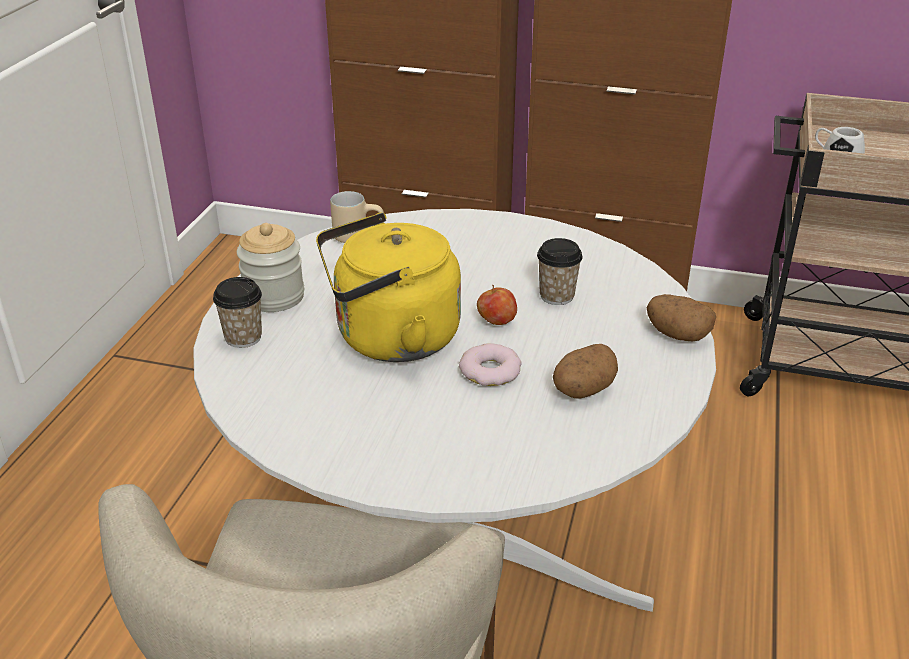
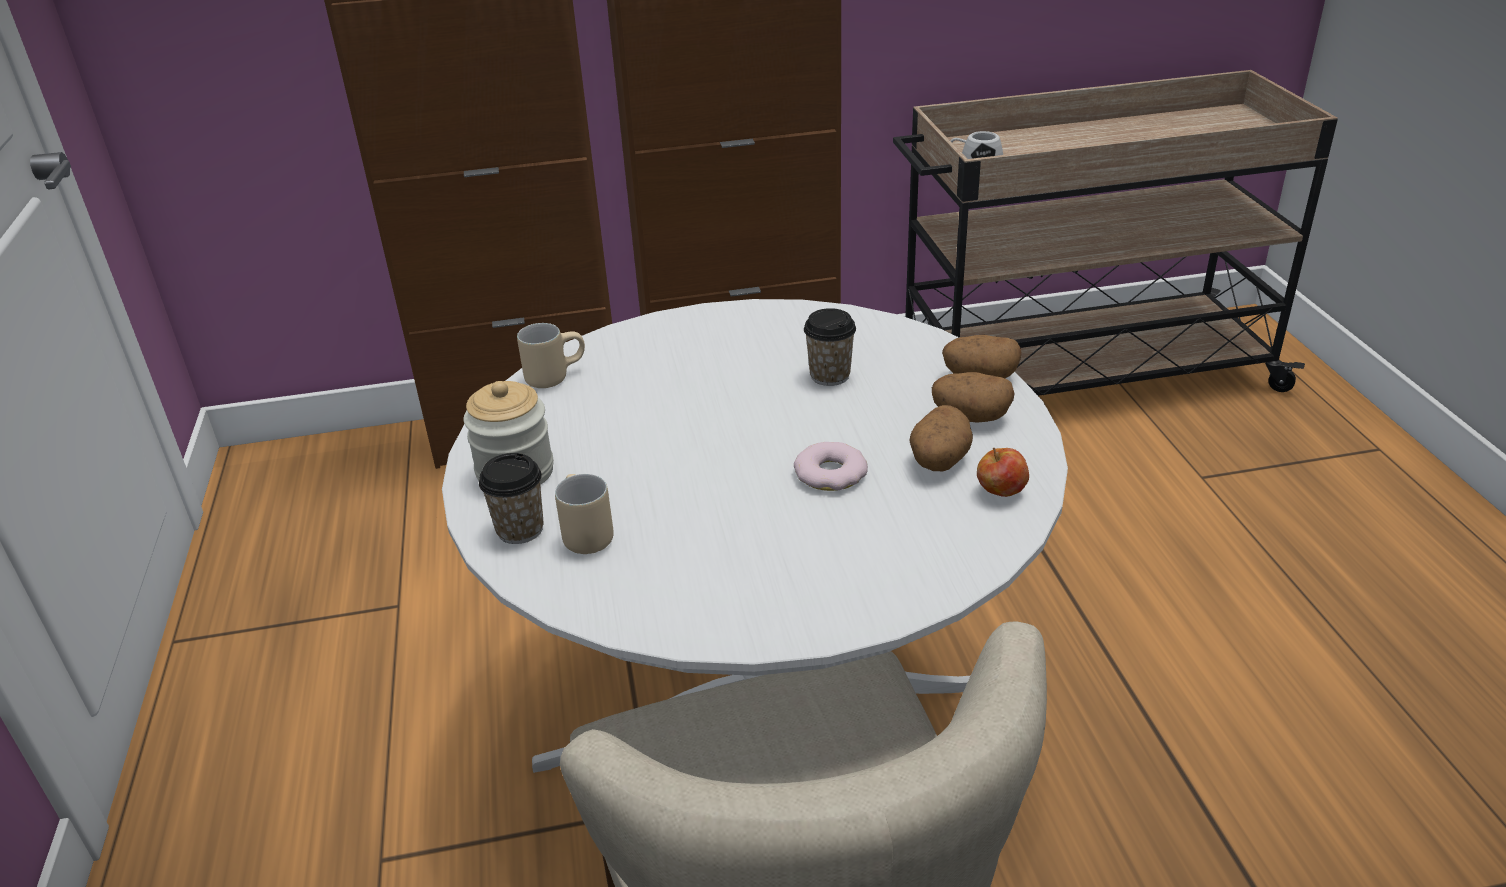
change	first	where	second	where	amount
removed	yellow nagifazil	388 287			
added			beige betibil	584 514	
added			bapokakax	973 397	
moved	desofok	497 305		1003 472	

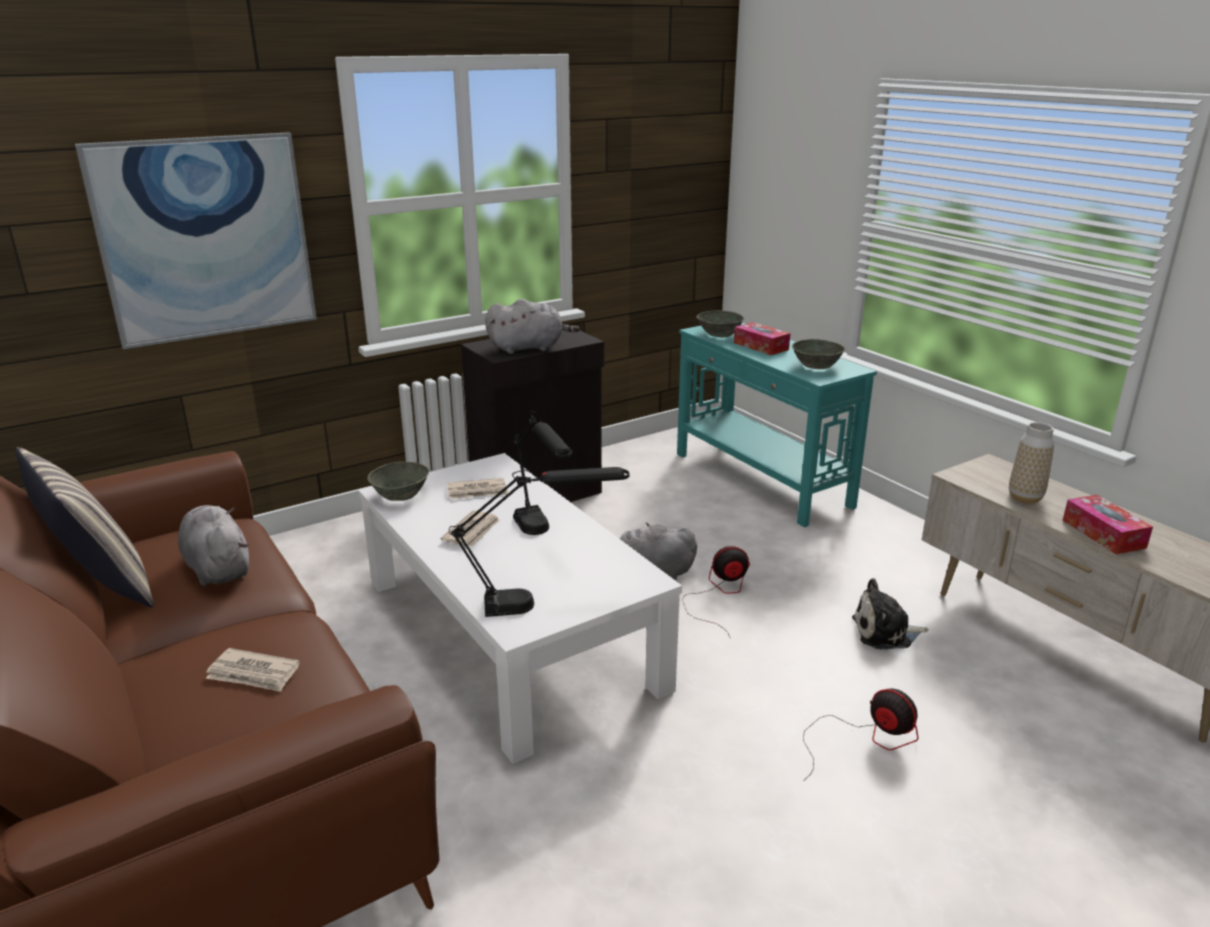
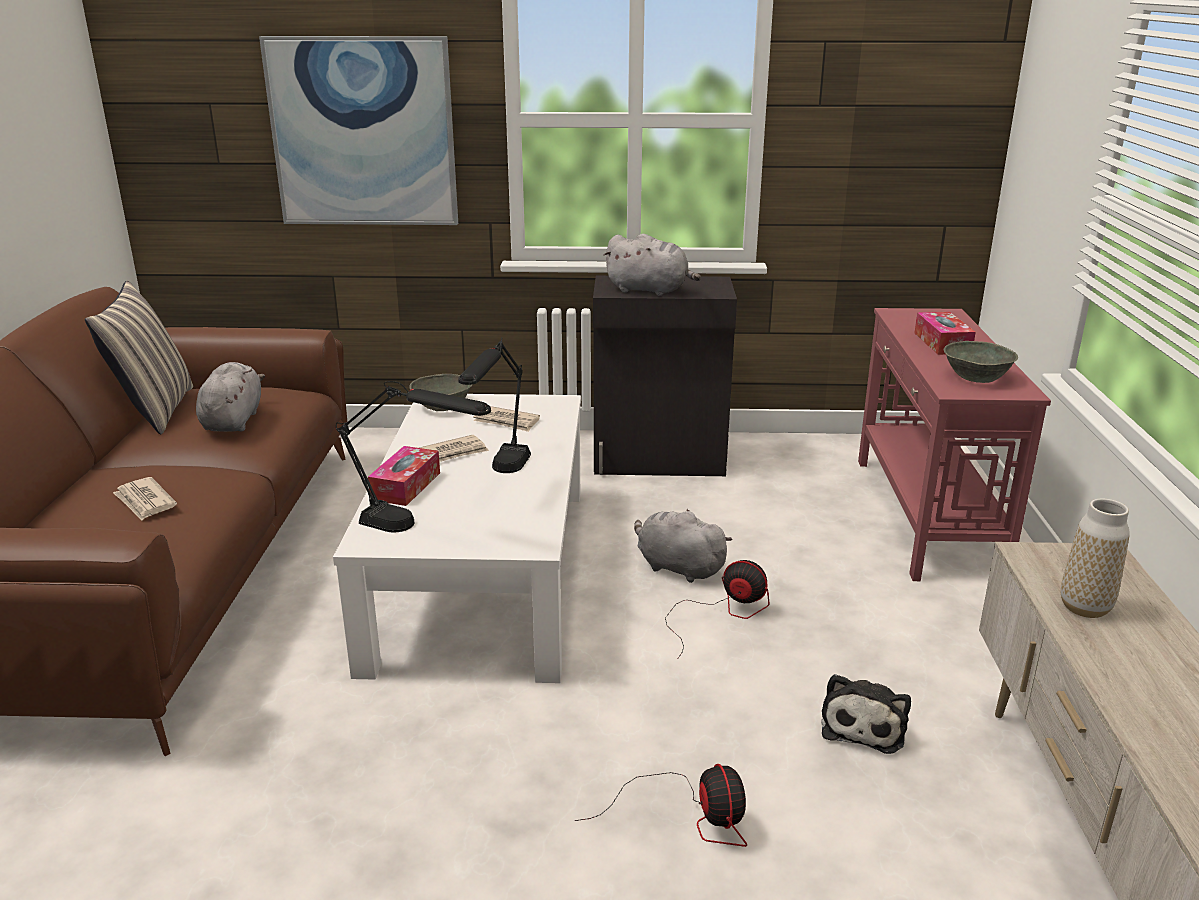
change	first	where	second	where	amount
removed	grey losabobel	720 323			
moved	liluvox	1108 524		404 476	
recoloured	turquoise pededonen	777 424	red pededonen	954 444	
turned	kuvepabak	890 613		866 714	105 degrees counterclockwise

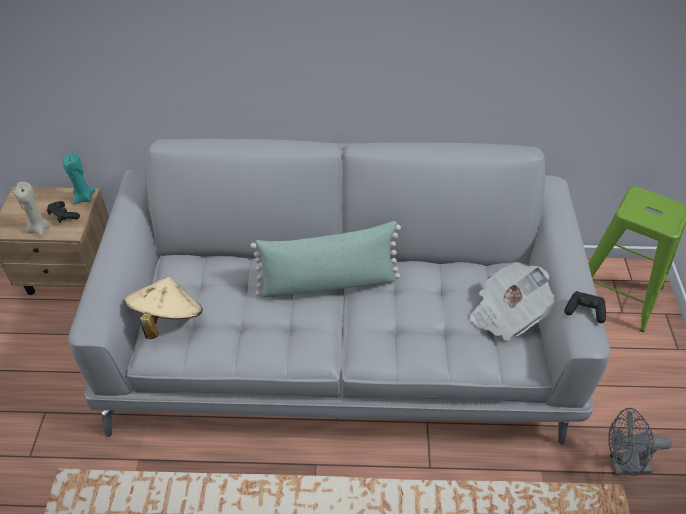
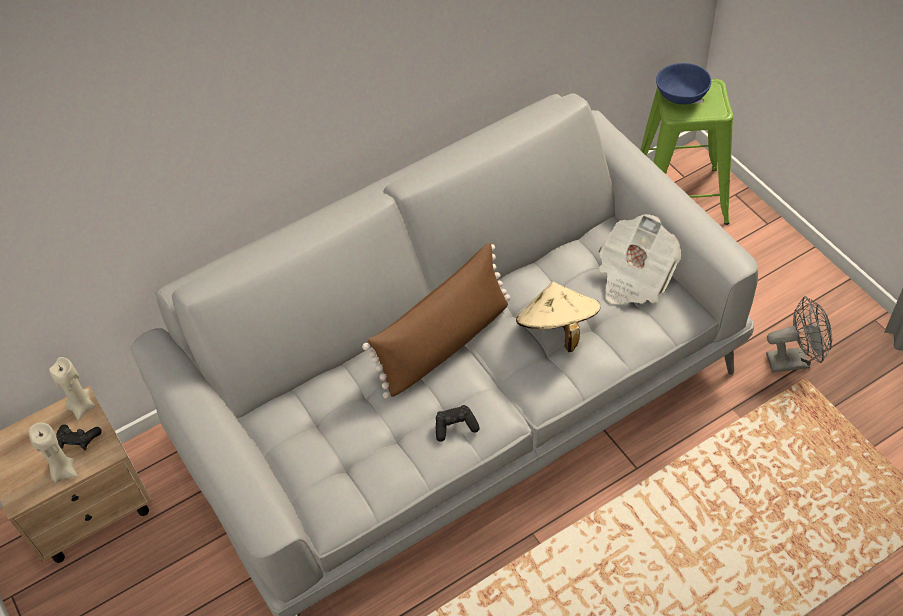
change	first	where	second	where	amount
added			blue losabobel	683 83	
moved	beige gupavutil	164 307		558 317	
moved	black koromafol	585 307		458 423	
recoloured	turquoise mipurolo	78 178	beige mipurolo	72 388	
recoloured	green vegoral	325 259	brown vegoral	436 321	
turned	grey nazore	640 442		799 334	150 degrees counterclockwise

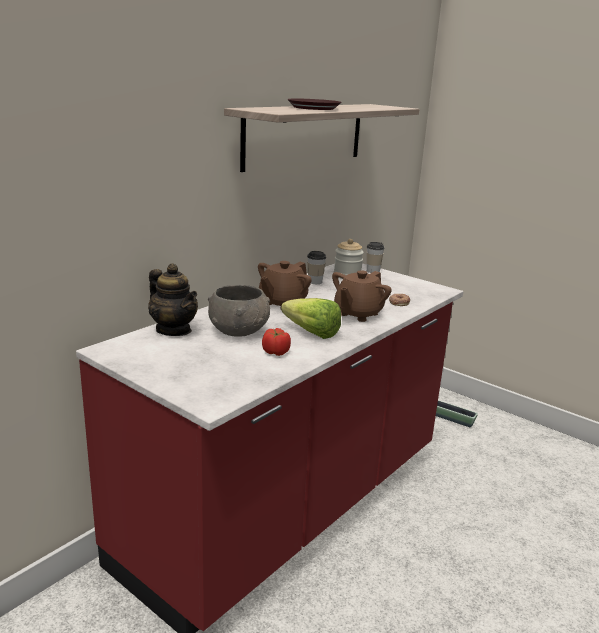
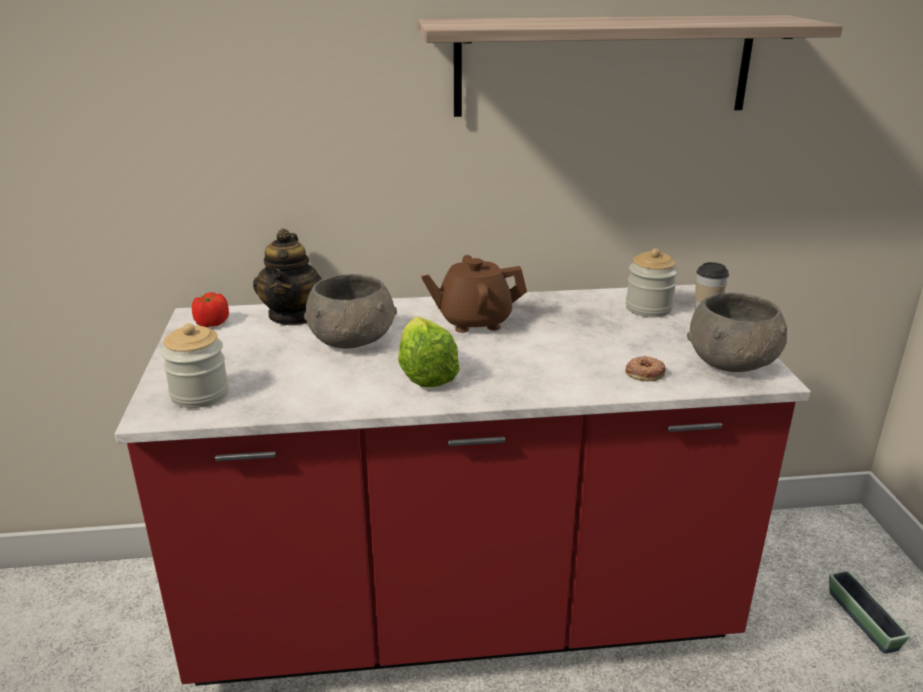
change	first	where	second	where	amount
removed	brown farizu	314 104			
removed	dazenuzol	316 267			
removed	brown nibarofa	362 296			
added			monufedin	195 365	
added			grey losabobel	737 332	
moved	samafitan	276 342		210 310	

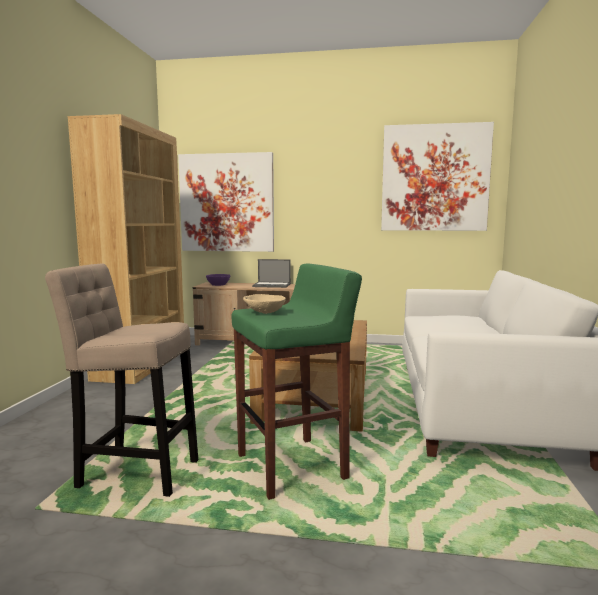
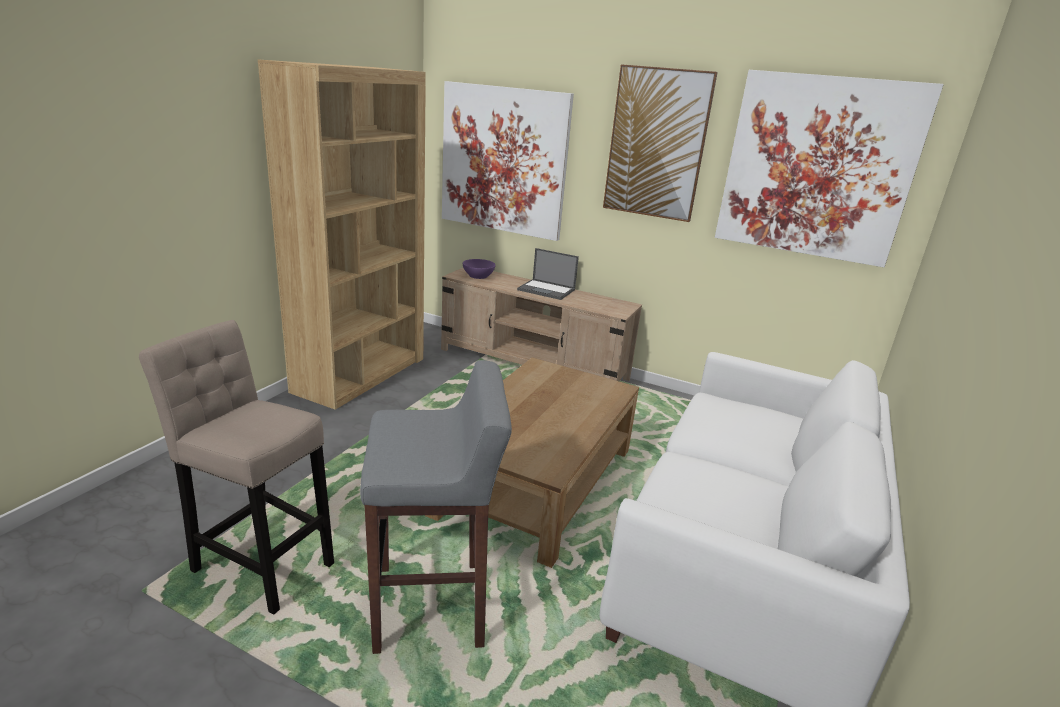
change	first	where	second	where	amount
removed	beige losabobel	264 304			
added			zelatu	660 143	
recoloured	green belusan	296 381	grey belusan	436 507	

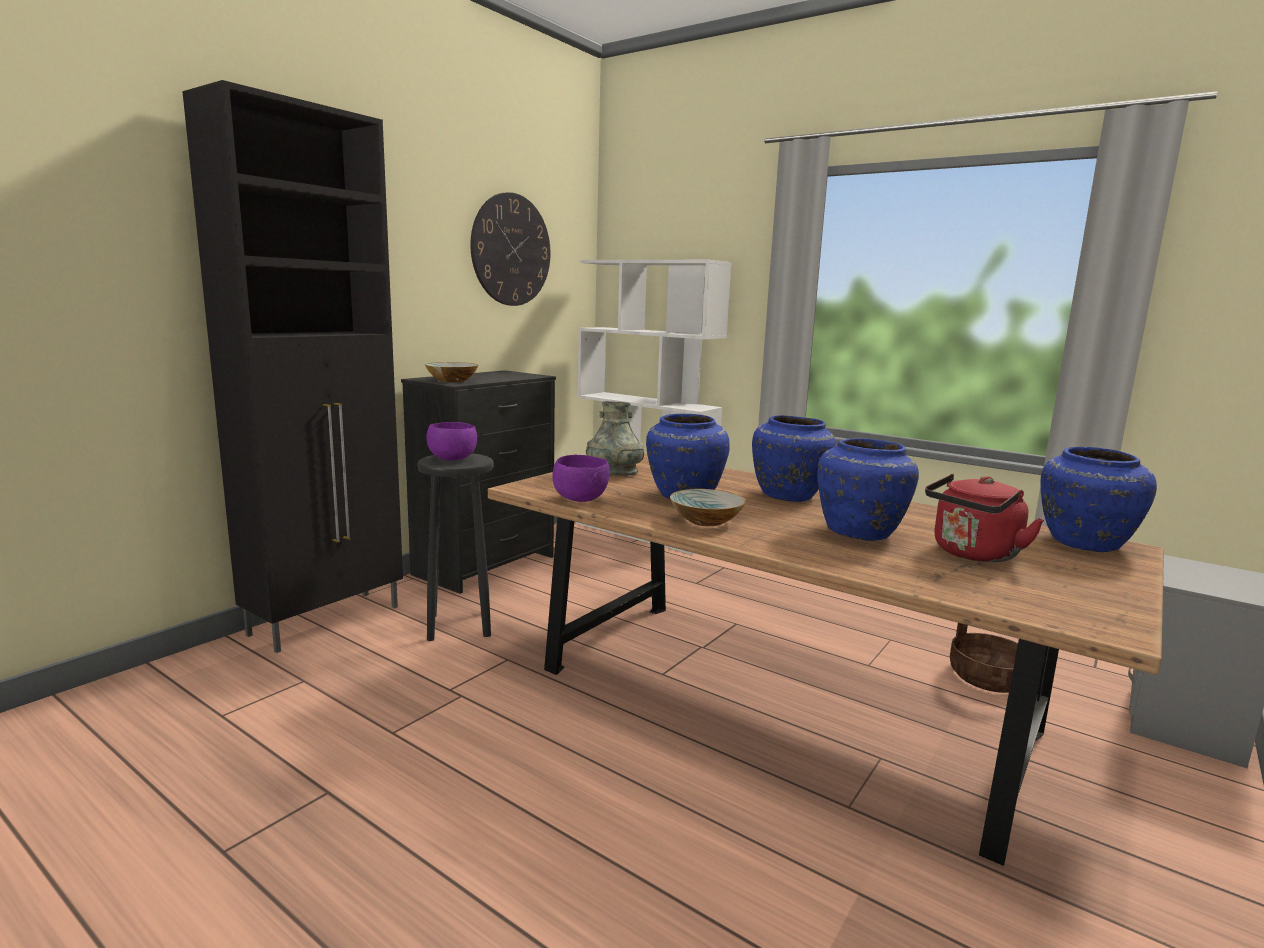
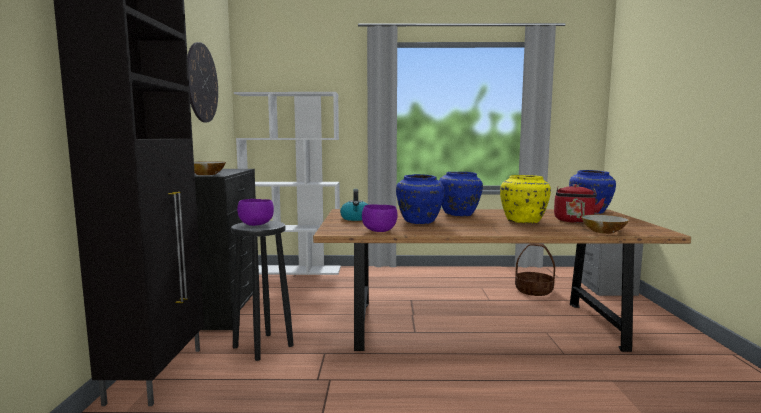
change	first	where	second	where	amount
moved	losabobel	708 507		605 224	
replaced	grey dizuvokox	615 438	nagifazil	354 205	
recoloured	blue dizuvokox	868 489	yellow dizuvokox	525 199	

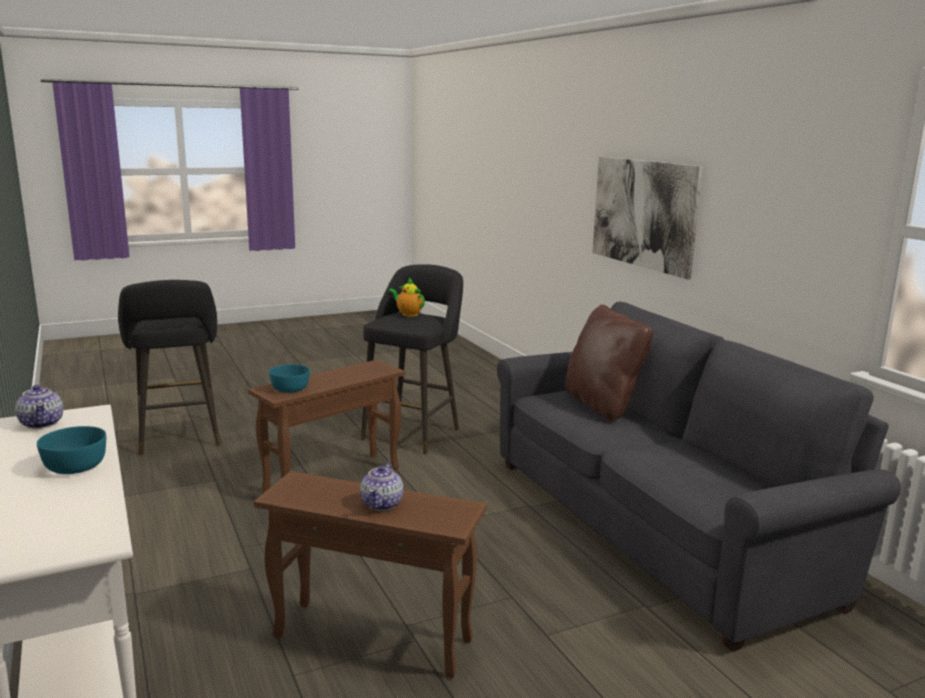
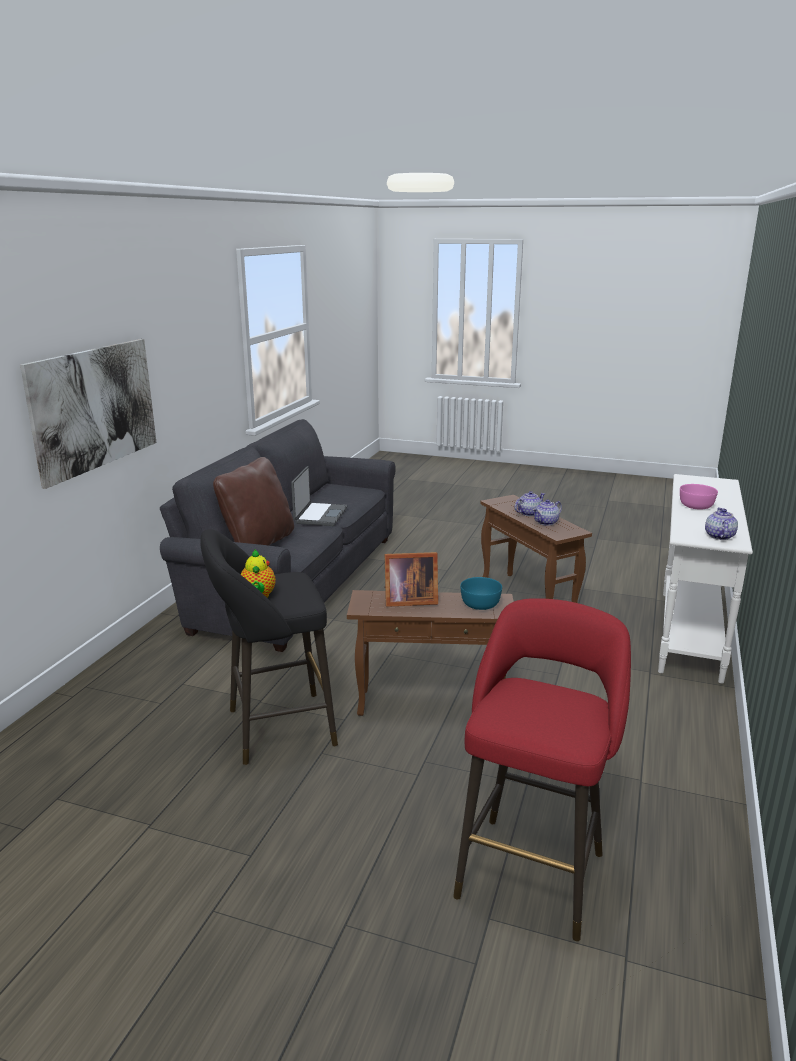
change	first	where	second	where	amount
added			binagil	319 496	
added			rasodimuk	411 579	
added			nibarofa	547 512	
recoloured	turquoise losabobel	71 450	pink losabobel	699 497	
recoloured	black belusan	169 367	red belusan	542 769	

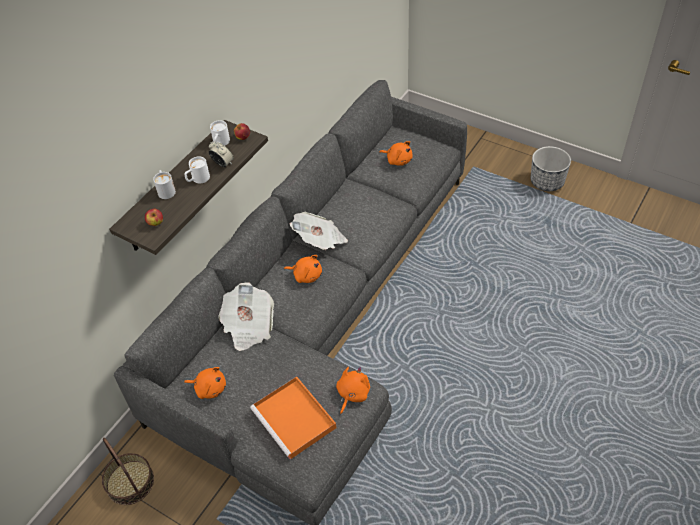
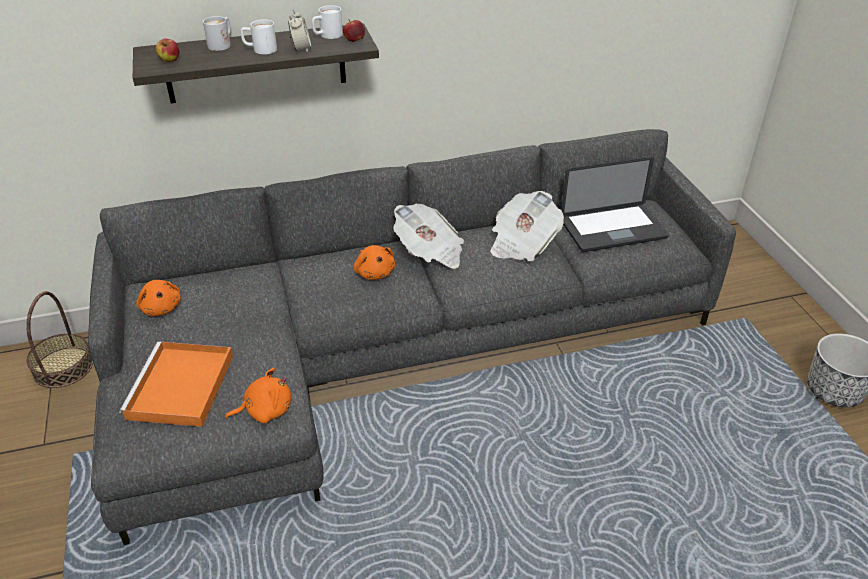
change	first	where	second	where	amount
moved	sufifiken	246 316		527 226	
replaced	orange kuvepabak	396 153	binagil	615 204	

